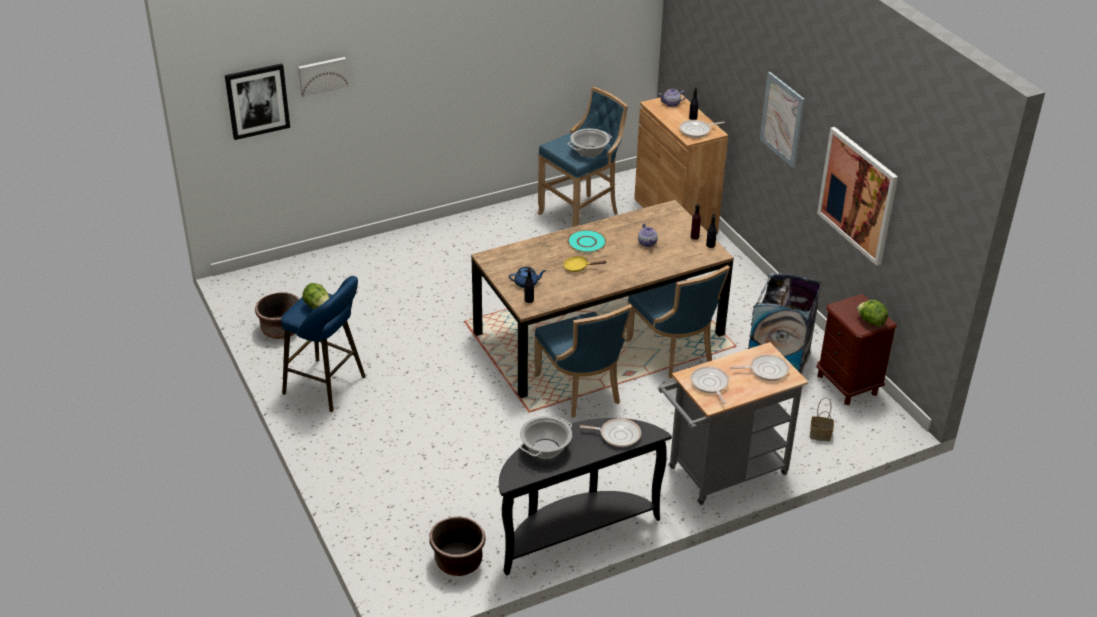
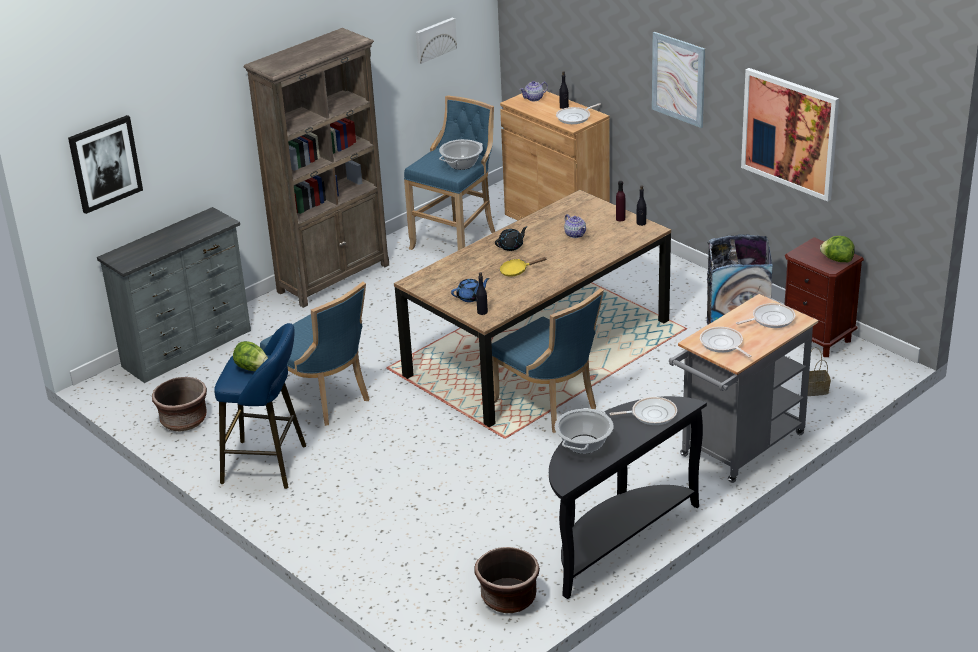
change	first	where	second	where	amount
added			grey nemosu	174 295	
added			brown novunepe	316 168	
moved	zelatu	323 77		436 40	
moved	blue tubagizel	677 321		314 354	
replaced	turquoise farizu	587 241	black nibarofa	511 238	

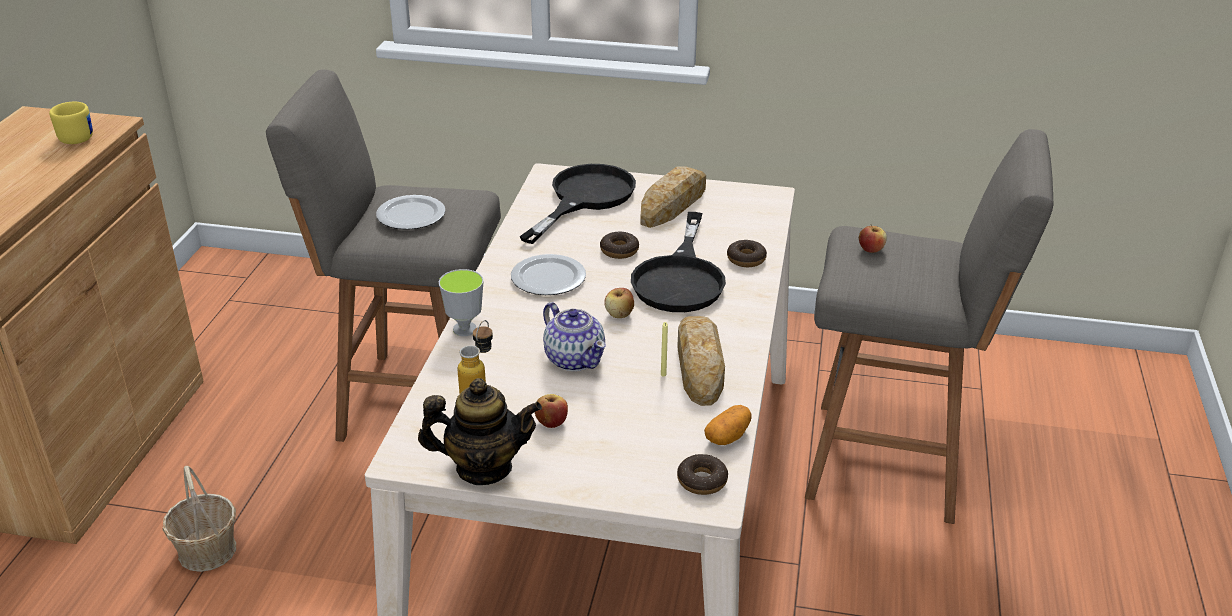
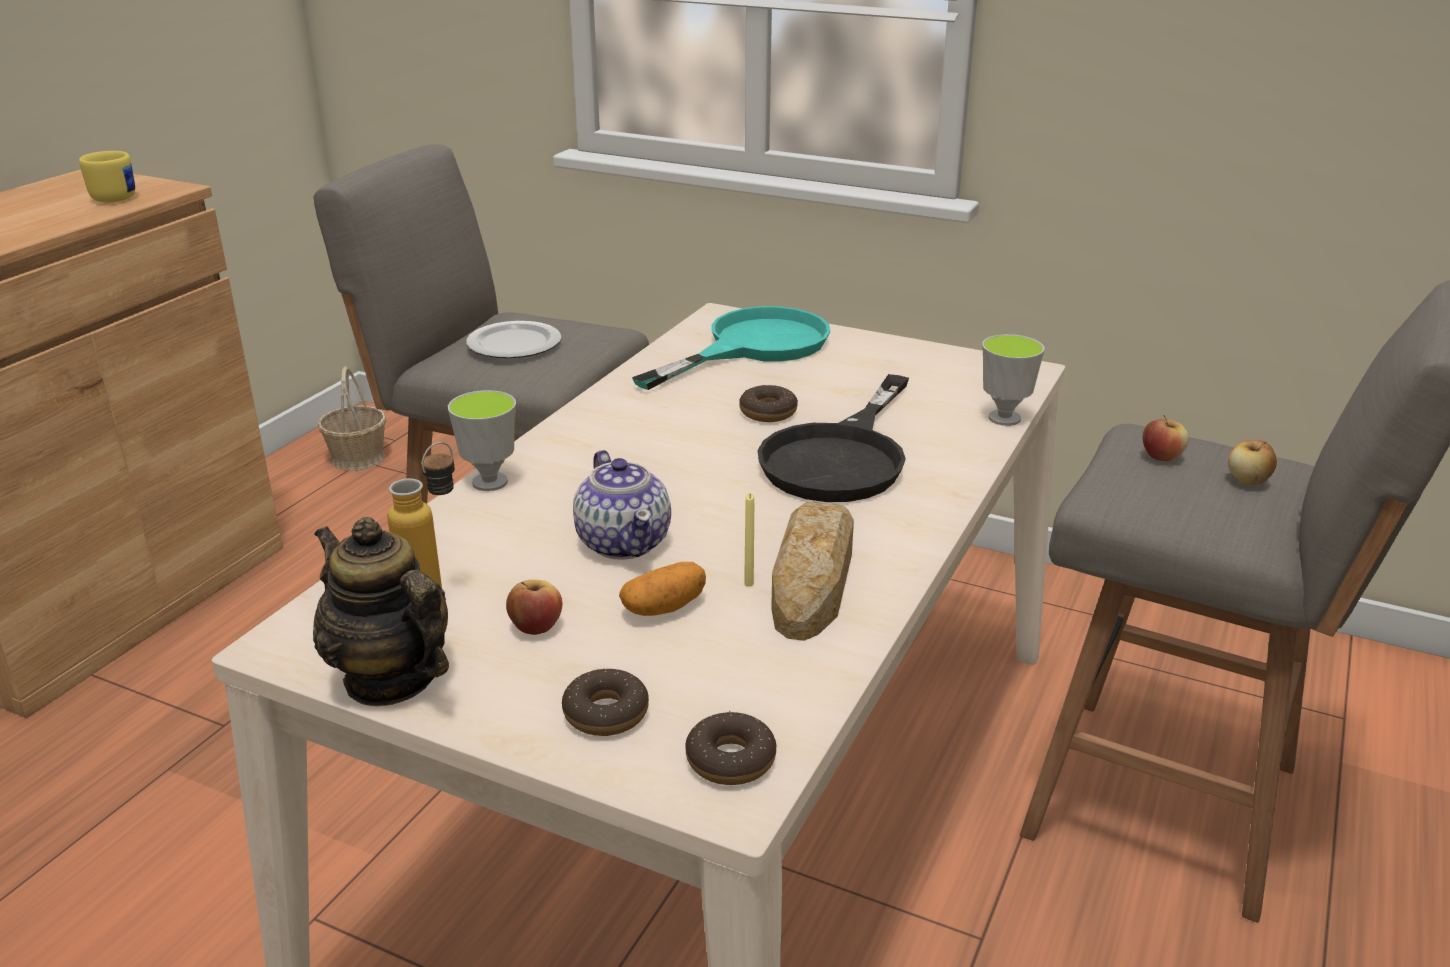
change	first	where	second	where	amount
removed	farizu	548 274			
removed	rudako	673 197			
added			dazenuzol	1013 380	
moved	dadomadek	199 519		352 419	
moved	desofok	619 303		1252 462	
moved	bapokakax	728 425		662 589	
moved	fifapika	747 253		605 702	
recoloured	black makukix	577 204	turquoise makukix	731 348	
turned	nibarofa	480 431		381 611	150 degrees counterclockwise

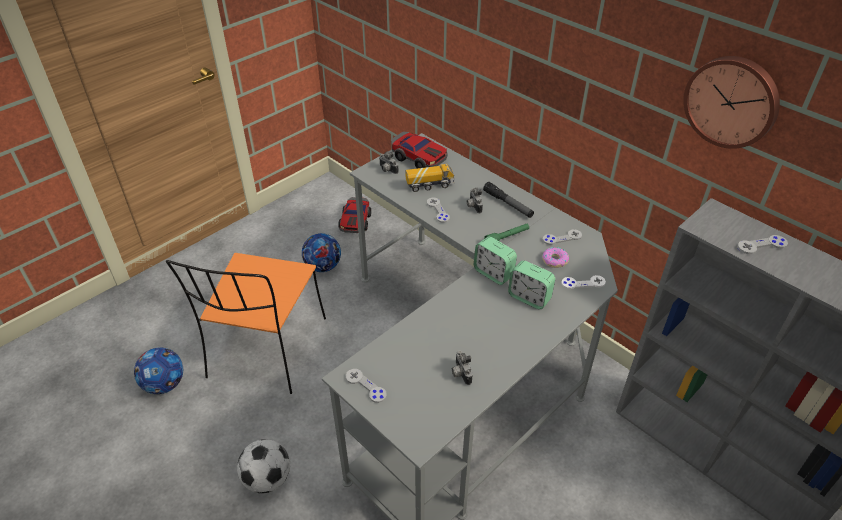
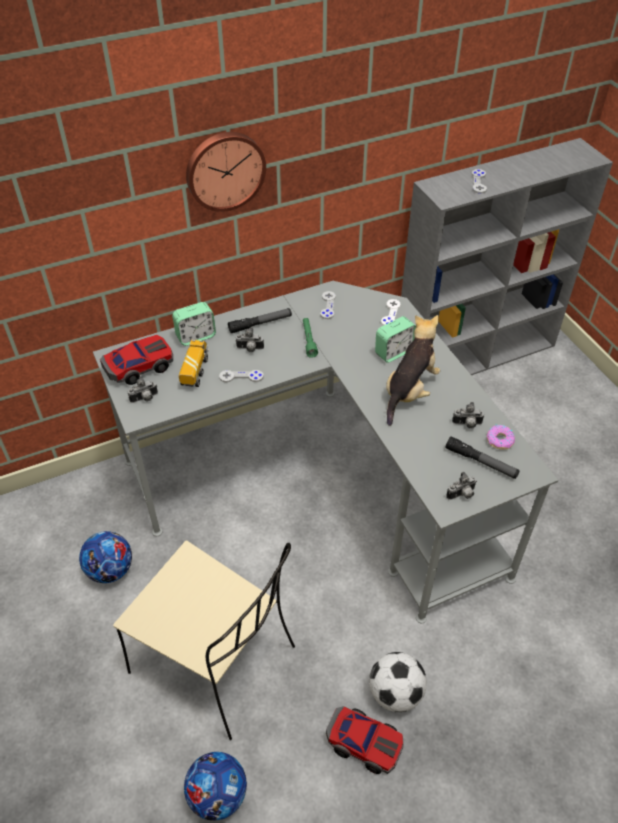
change	first	where	second	where	amount
added			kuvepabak	413 370	
added			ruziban	482 457	
moved	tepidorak	355 215		365 740	
moved	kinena	495 260		194 324	
moved	fifapika	555 257		501 437	
moved	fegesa	731 102		226 172	
replaced	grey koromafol	366 386	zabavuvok	461 486	
recoloured	orange tubagizel	246 323	beige tubagizel	204 640	

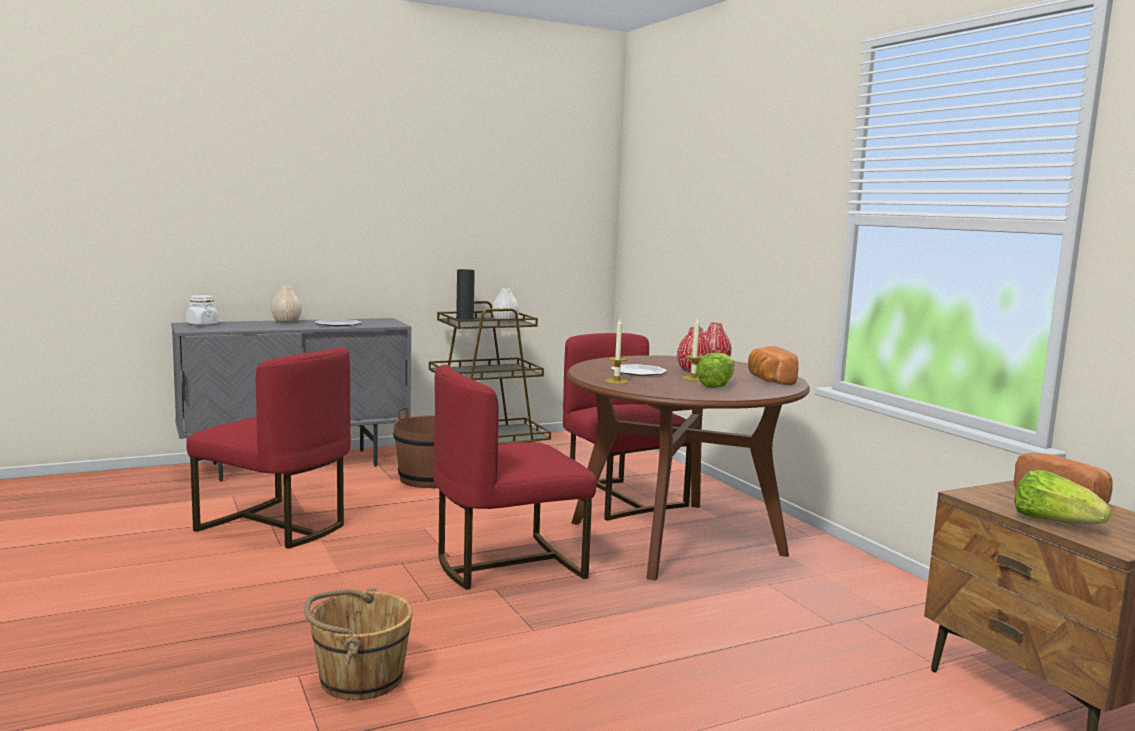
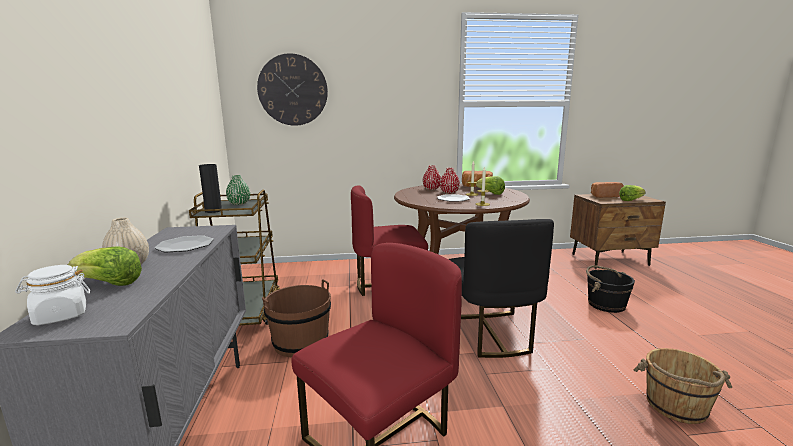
change	first	where	second	where	amount
added			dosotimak	105 266	
added			fegesa	292 89	
added			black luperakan	610 289	
recoloured	red tubagizel	515 477	black tubagizel	501 288	
recoloured	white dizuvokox	505 305	green dizuvokox	238 190	

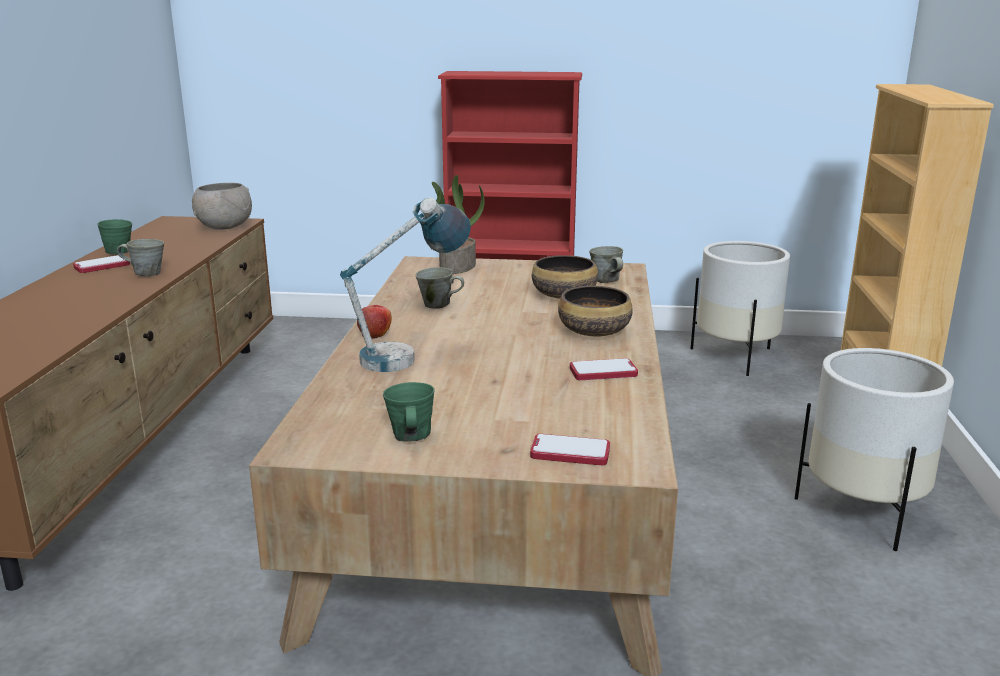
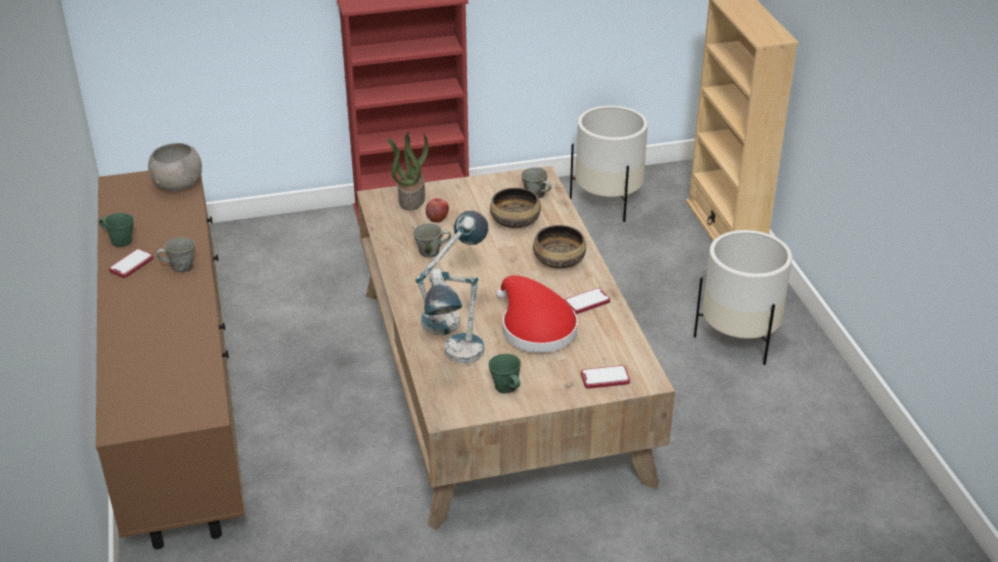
change	first	where	second	where	amount
added			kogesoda	454 316	
added			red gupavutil	537 314	
moved	desofok	374 322		437 210	

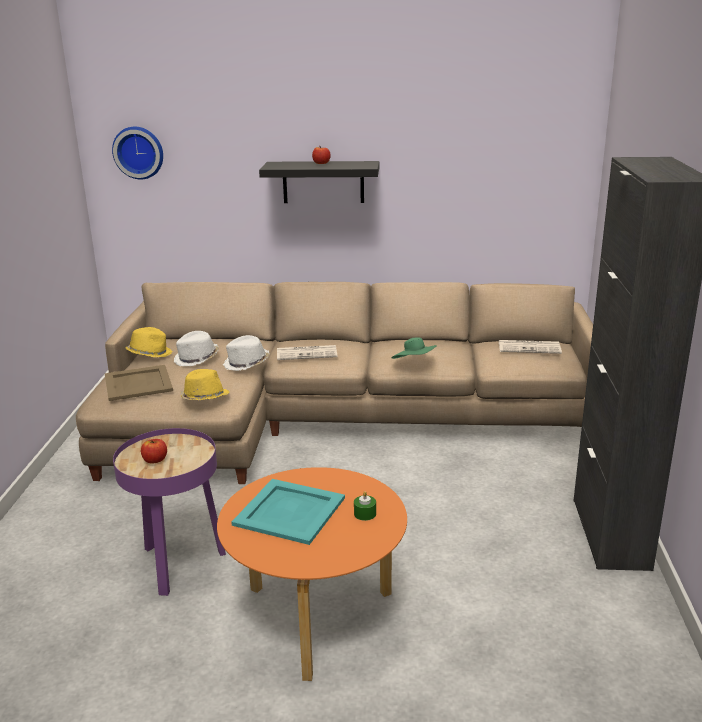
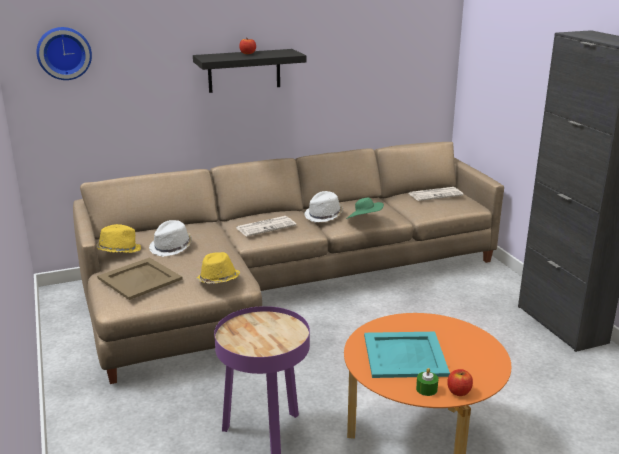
change	first	where	second	where	amount
moved	desofok	154 451		460 382	
moved	white gupavutil	246 353		323 206	
moved	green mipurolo	365 506		427 382	

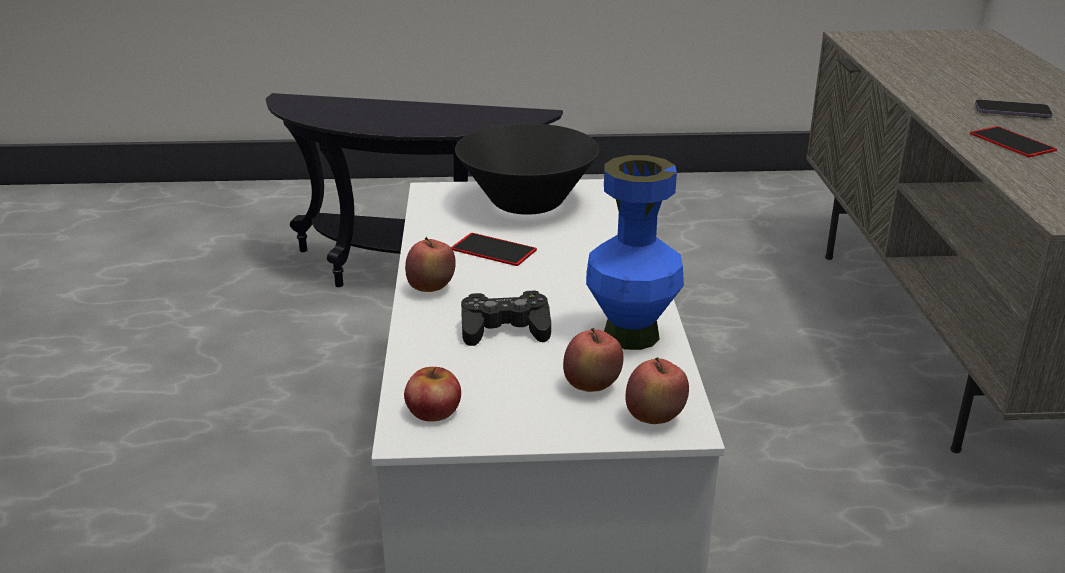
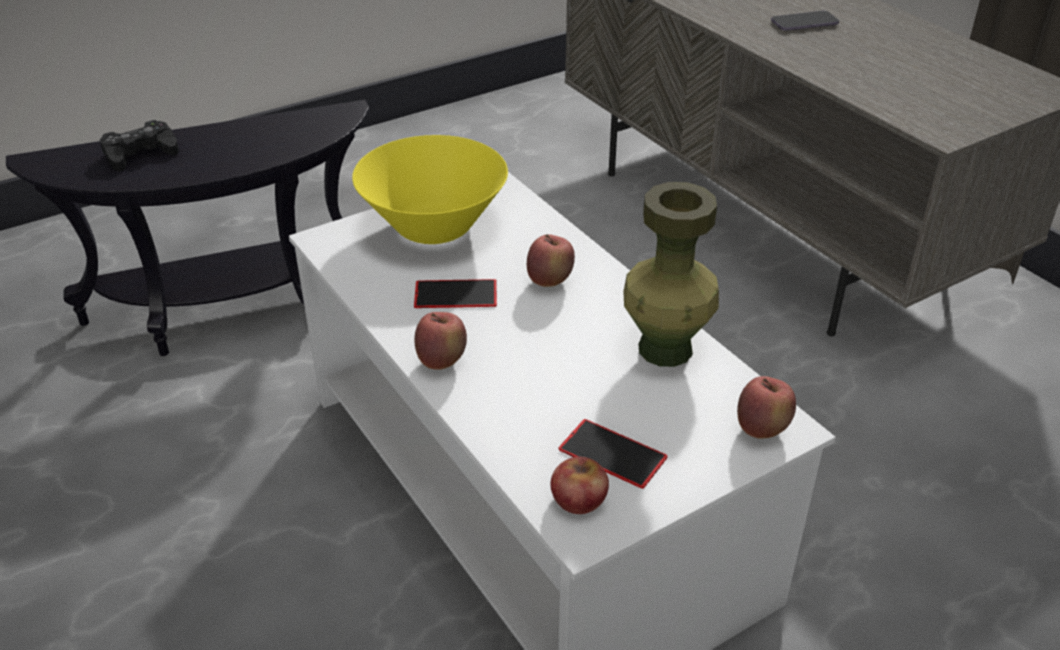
change	first	where	second	where	amount
moved	black koromafol	506 318		139 146	
moved	desofok	593 360		551 260	
moved	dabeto	1013 141		613 454	
recoloured	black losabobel	527 169	yellow losabobel	430 189	
recoloured	blue dizuvokox	635 252	green dizuvokox	671 274	

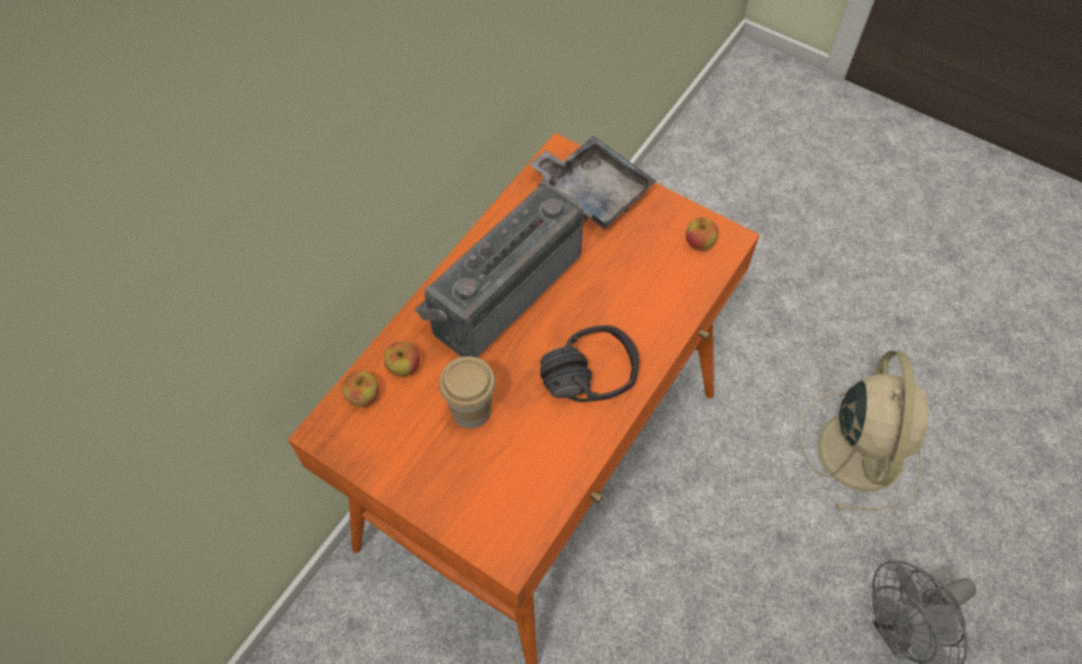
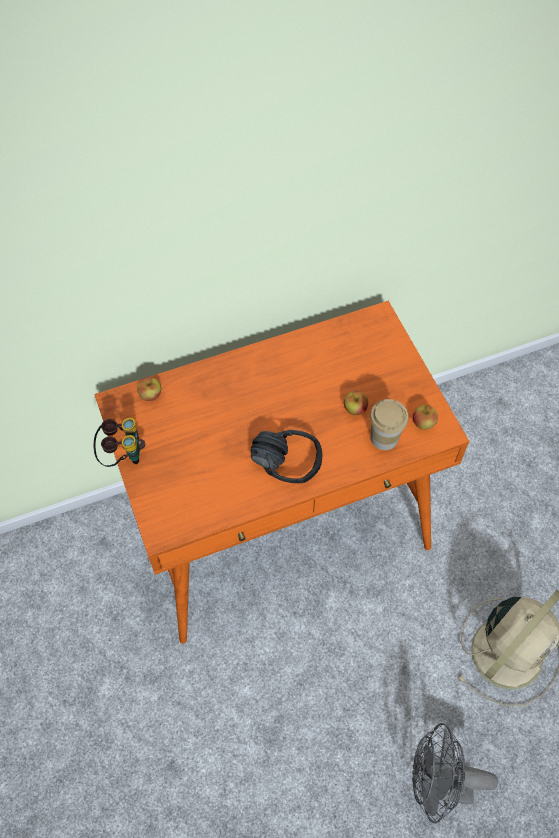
change	first	where	second	where	amount
removed	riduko	499 270			
removed	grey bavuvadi	592 182			
added			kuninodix	119 442	
moved	desofok	402 359		356 402	
moved	dazenuzol	467 392		389 424	

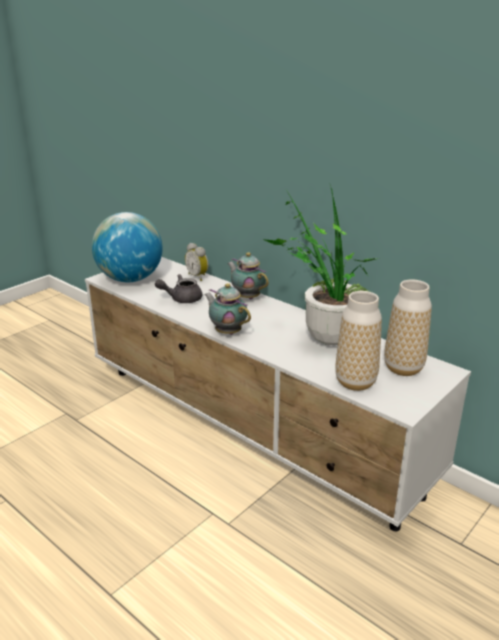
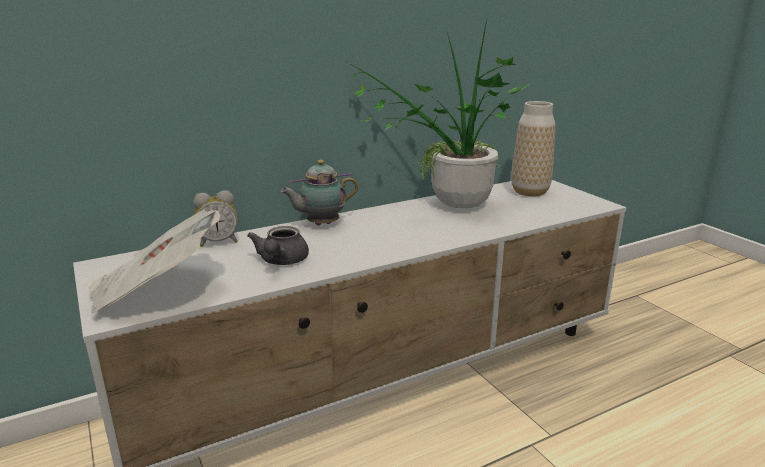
change	first	where	second	where	amount
removed	nibarofa	227 309			
removed	dizuvokox	358 341			
replaced	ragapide	127 247	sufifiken	154 262	

